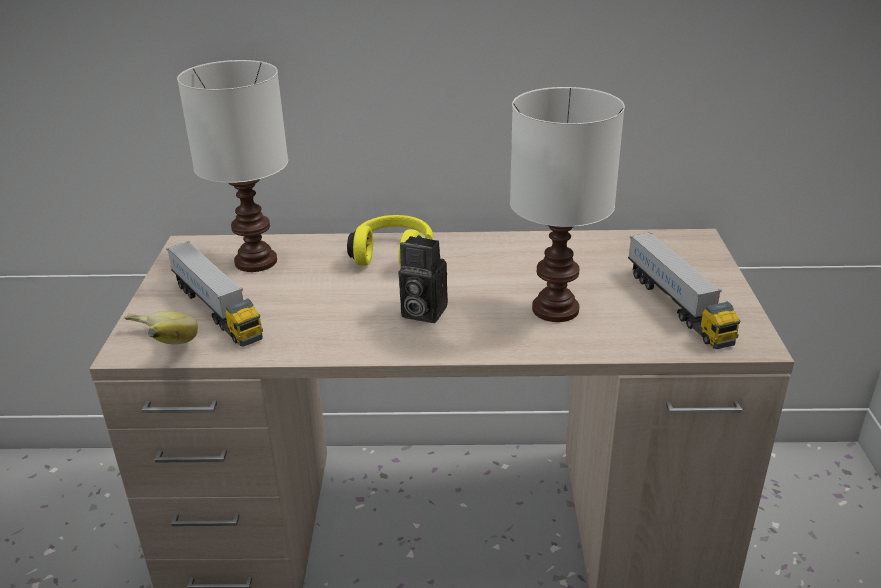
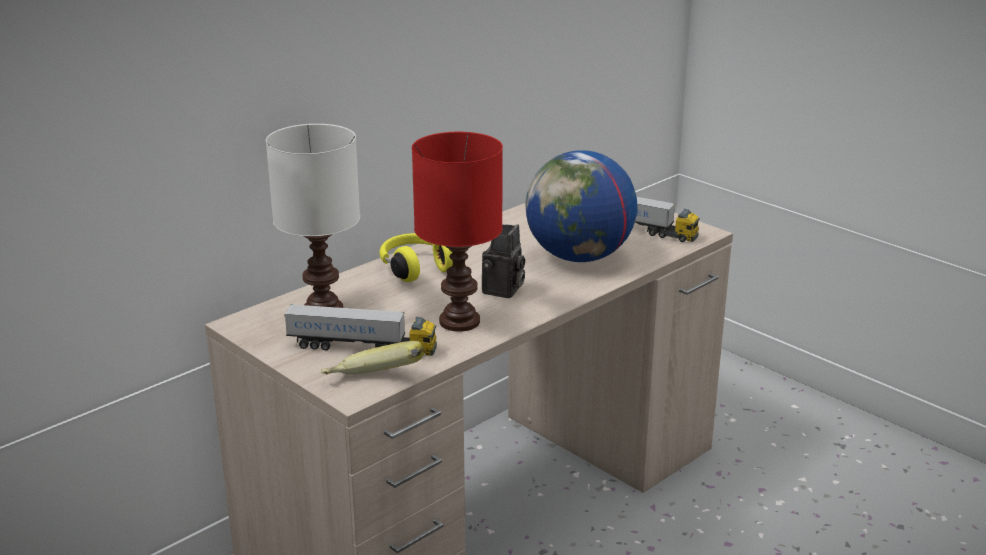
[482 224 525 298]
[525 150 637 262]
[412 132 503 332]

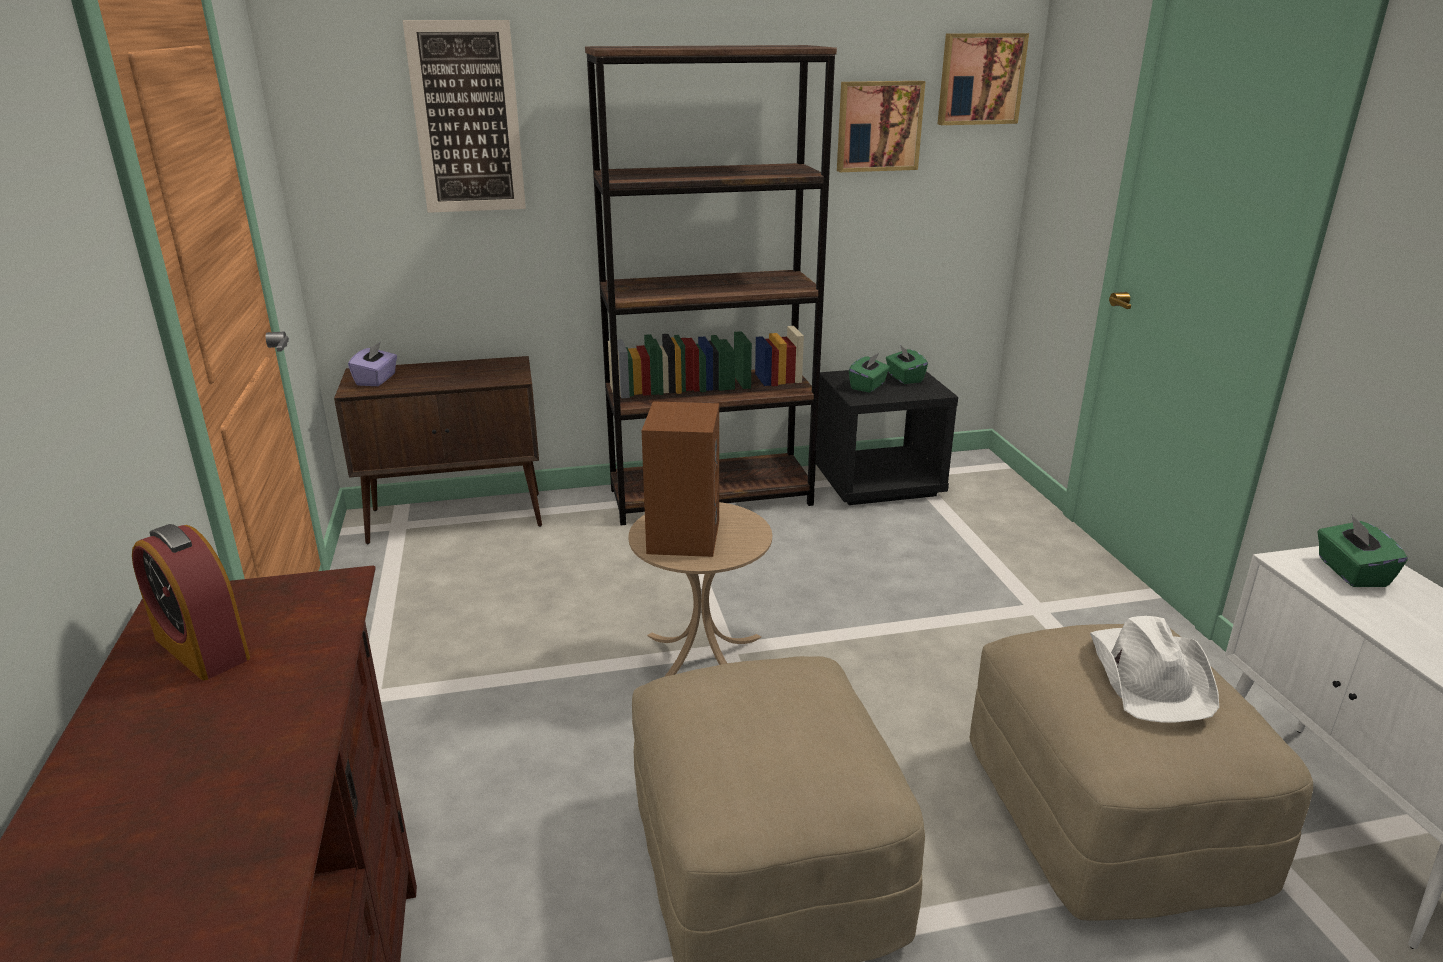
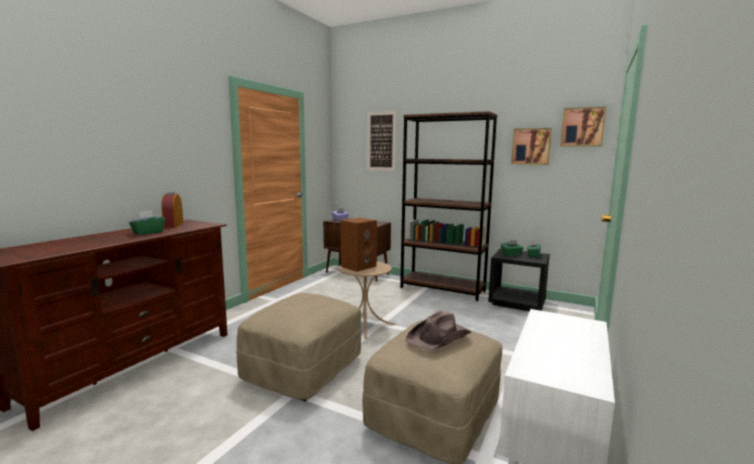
[406 311 471 350]
[129 210 165 235]

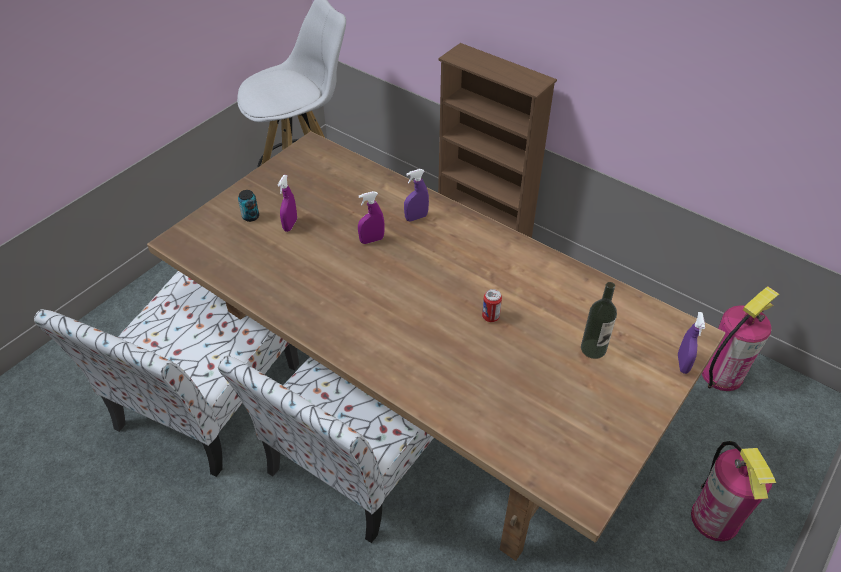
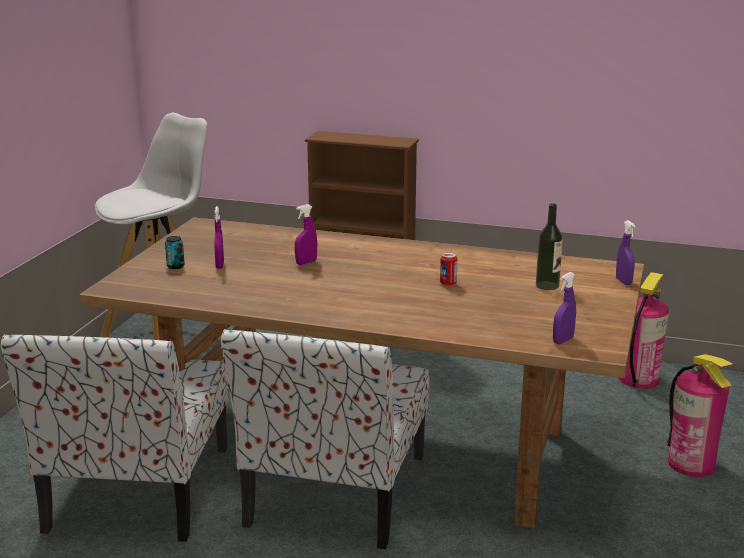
[553 272 576 344]

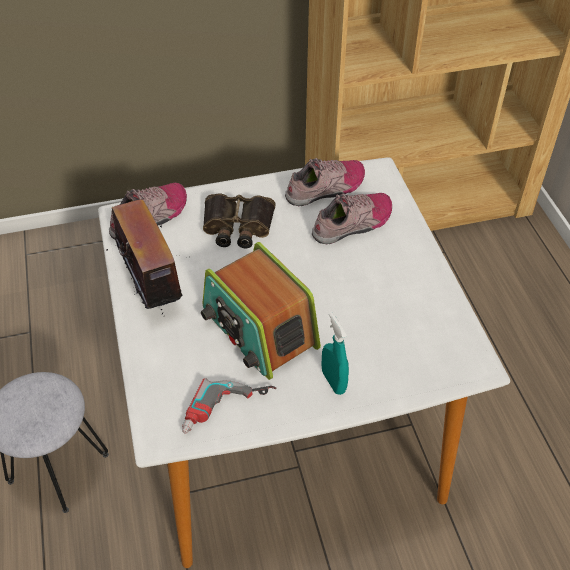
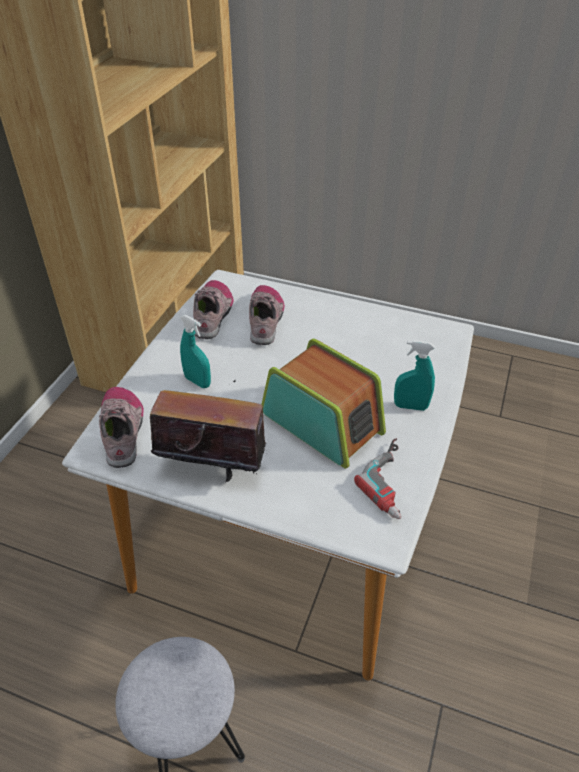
[261 338 386 469]
[180 315 211 388]

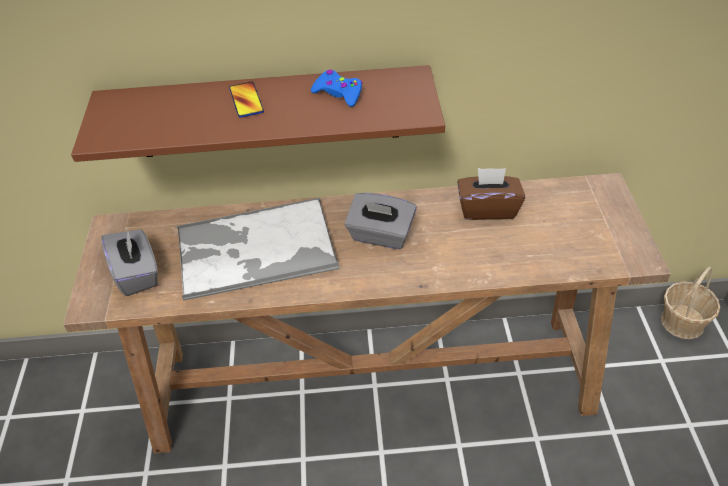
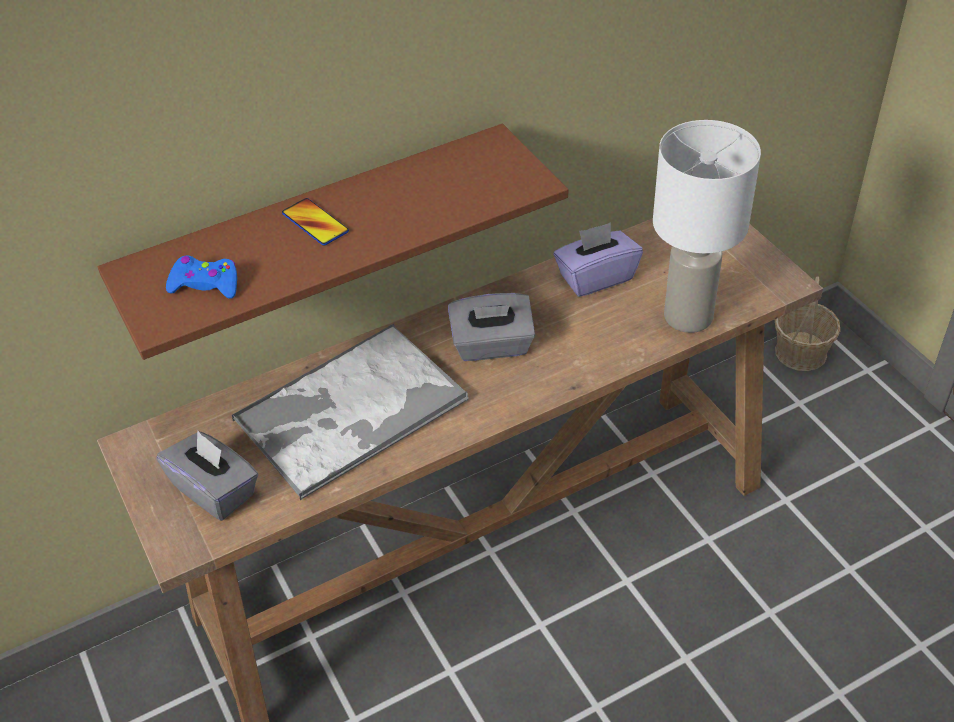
[166 256 237 298]
[554 222 643 297]
[653 120 761 333]

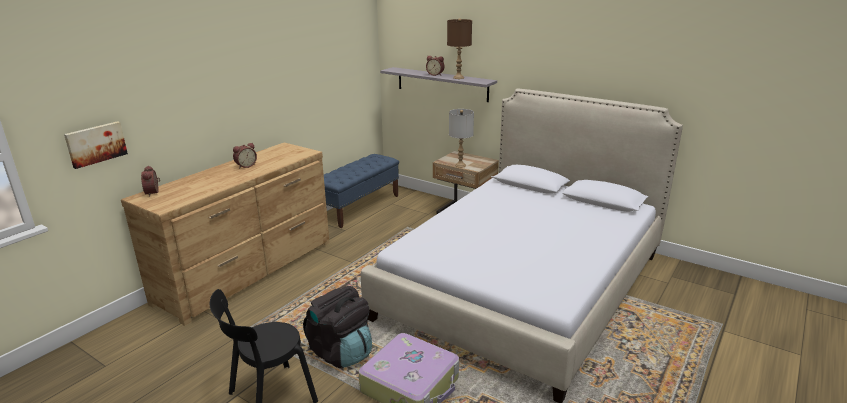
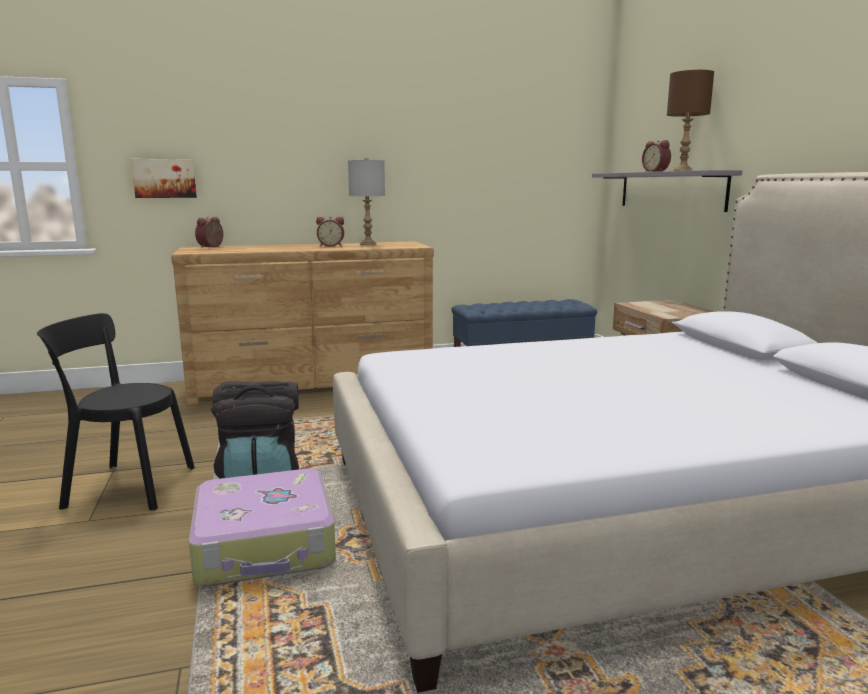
[348 157 385 245]

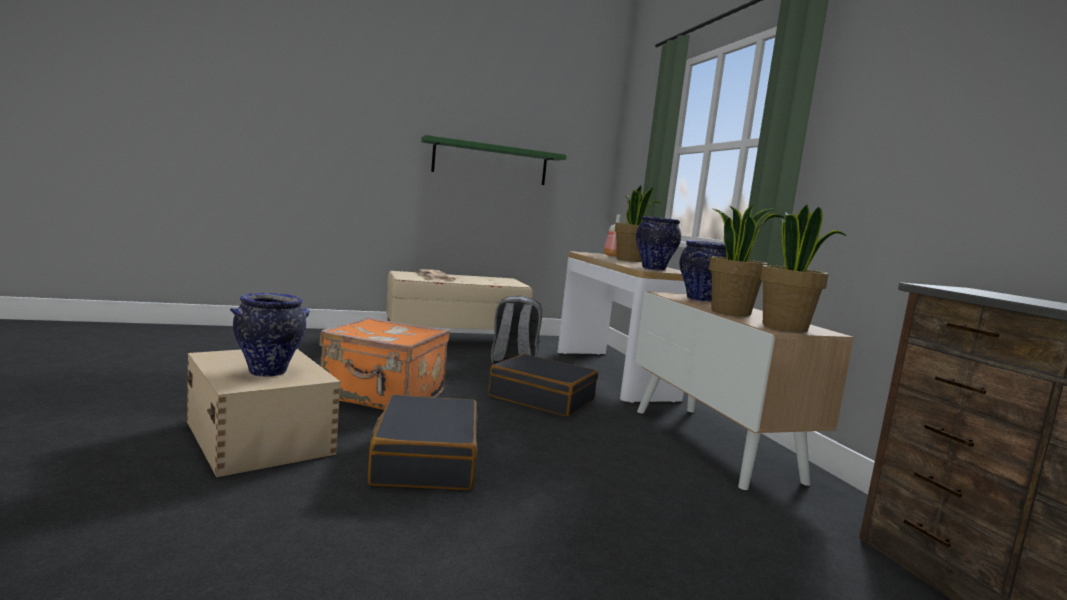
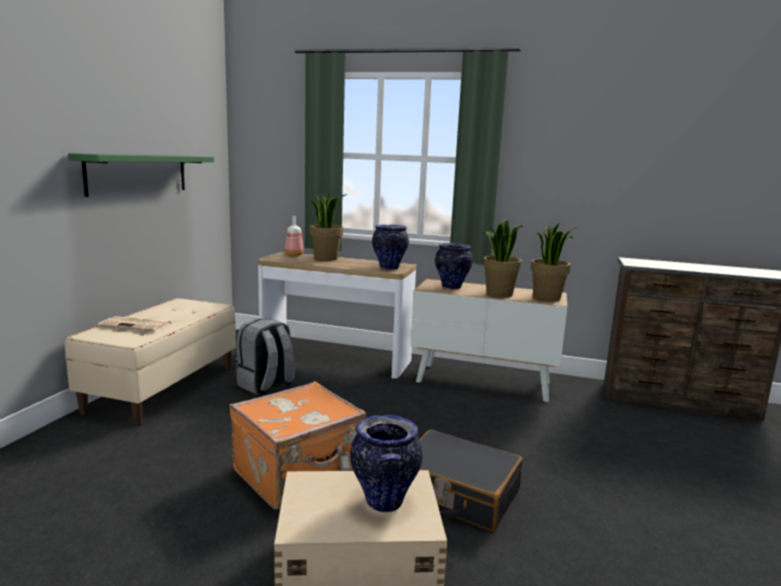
[488 354 598 416] (first image)

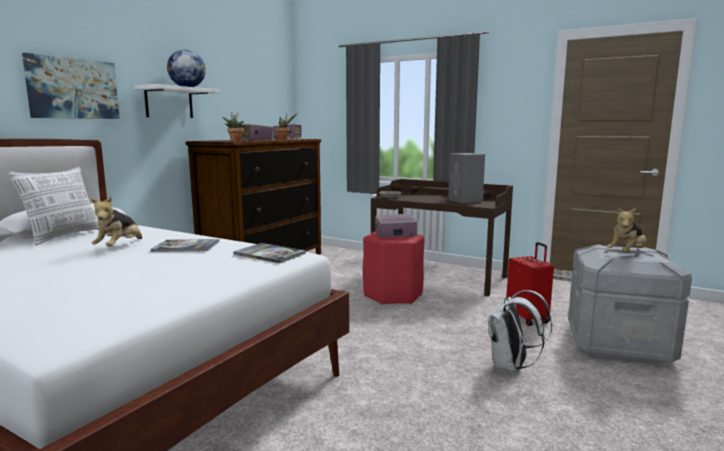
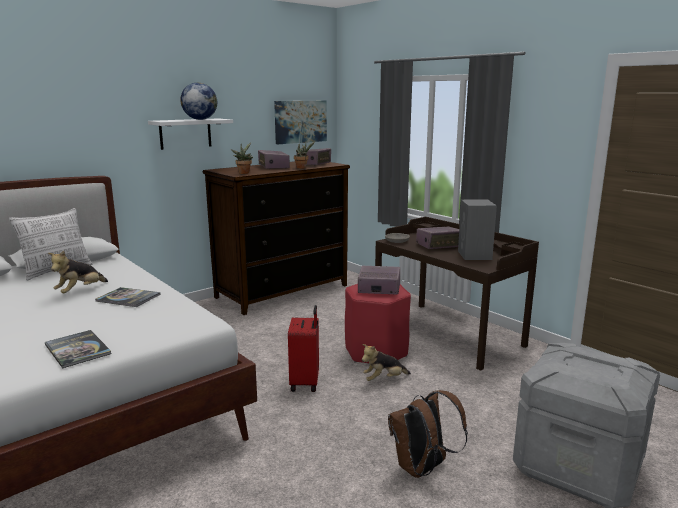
[274 101 327 144]
[45 330 111 368]
[388 390 468 478]
[288 305 319 392]
[362 344 411 381]
[416 227 459 249]

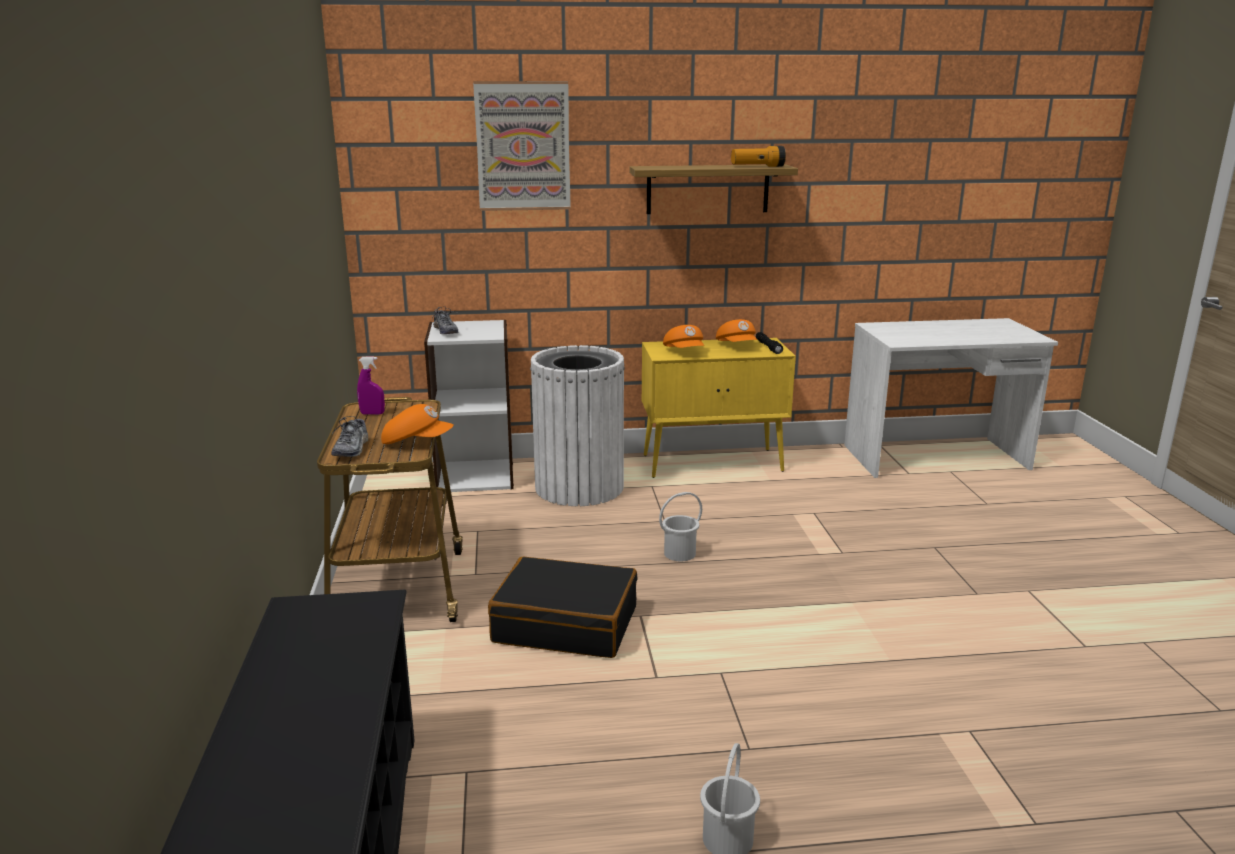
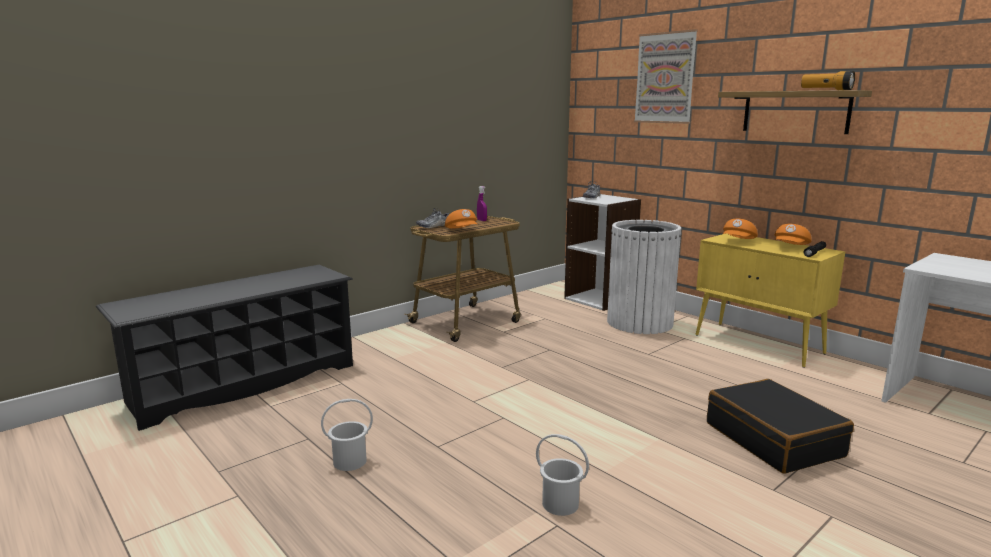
[707 379 854 473]
[536 434 589 516]

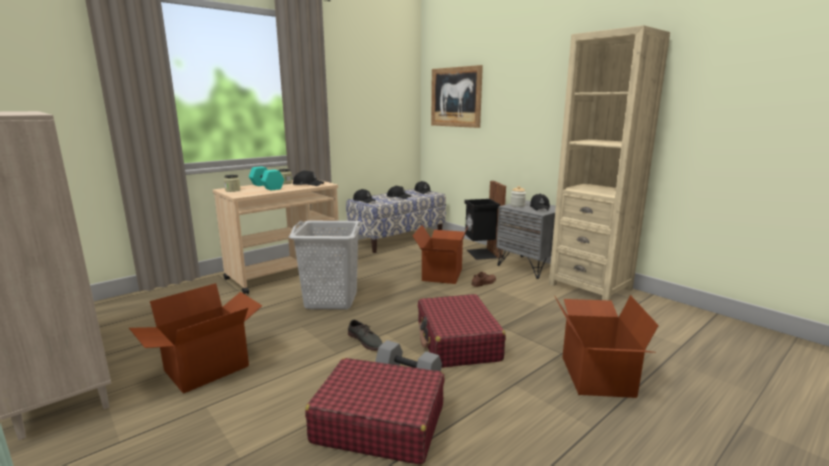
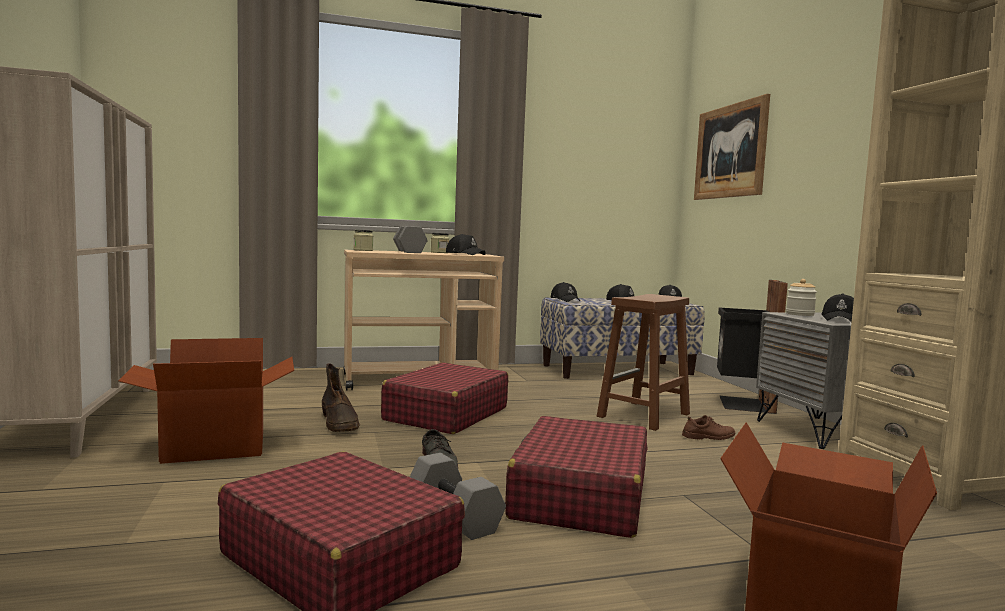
[393 226 428 253]
[381 362 508 434]
[597 294 690 431]
[322 363 360 432]

